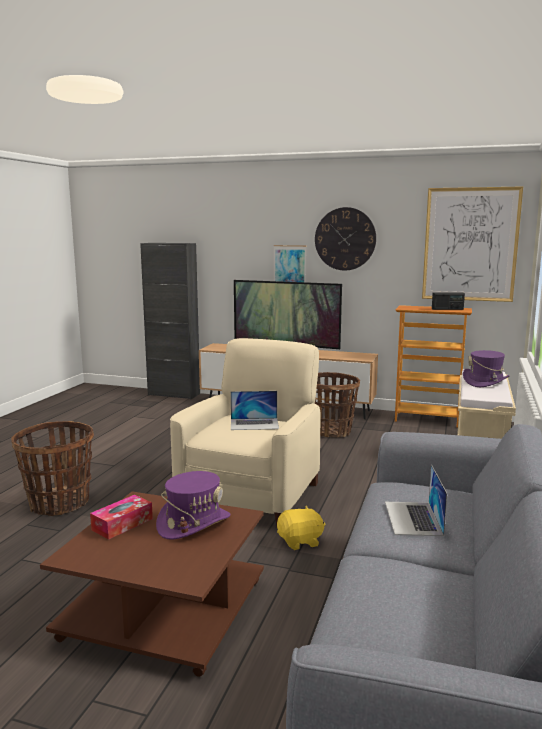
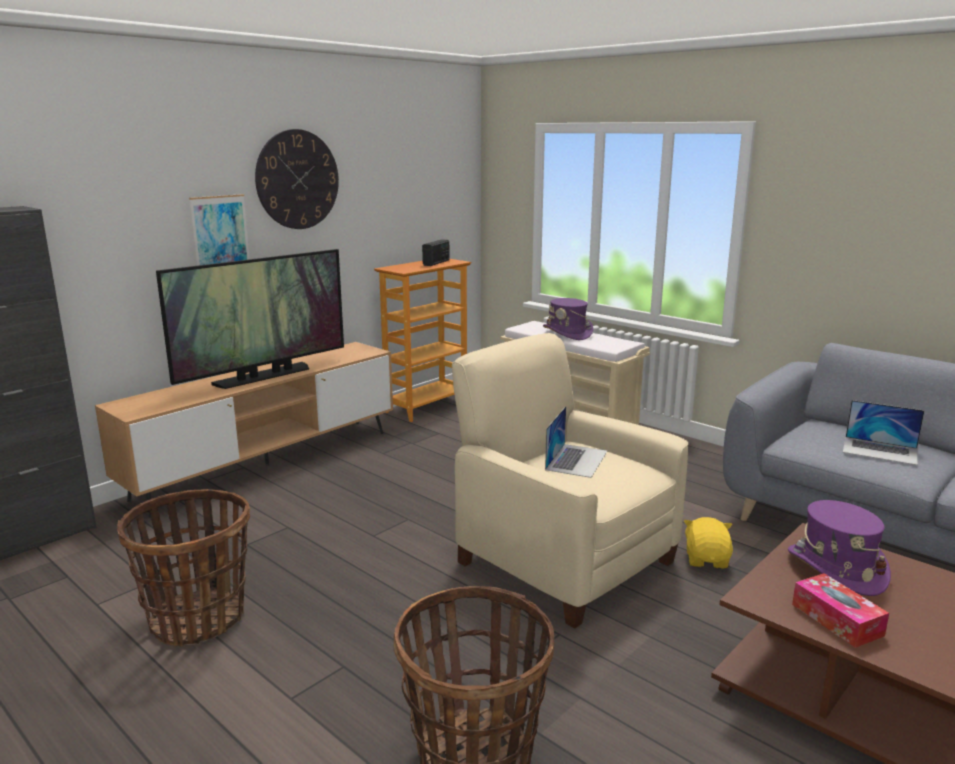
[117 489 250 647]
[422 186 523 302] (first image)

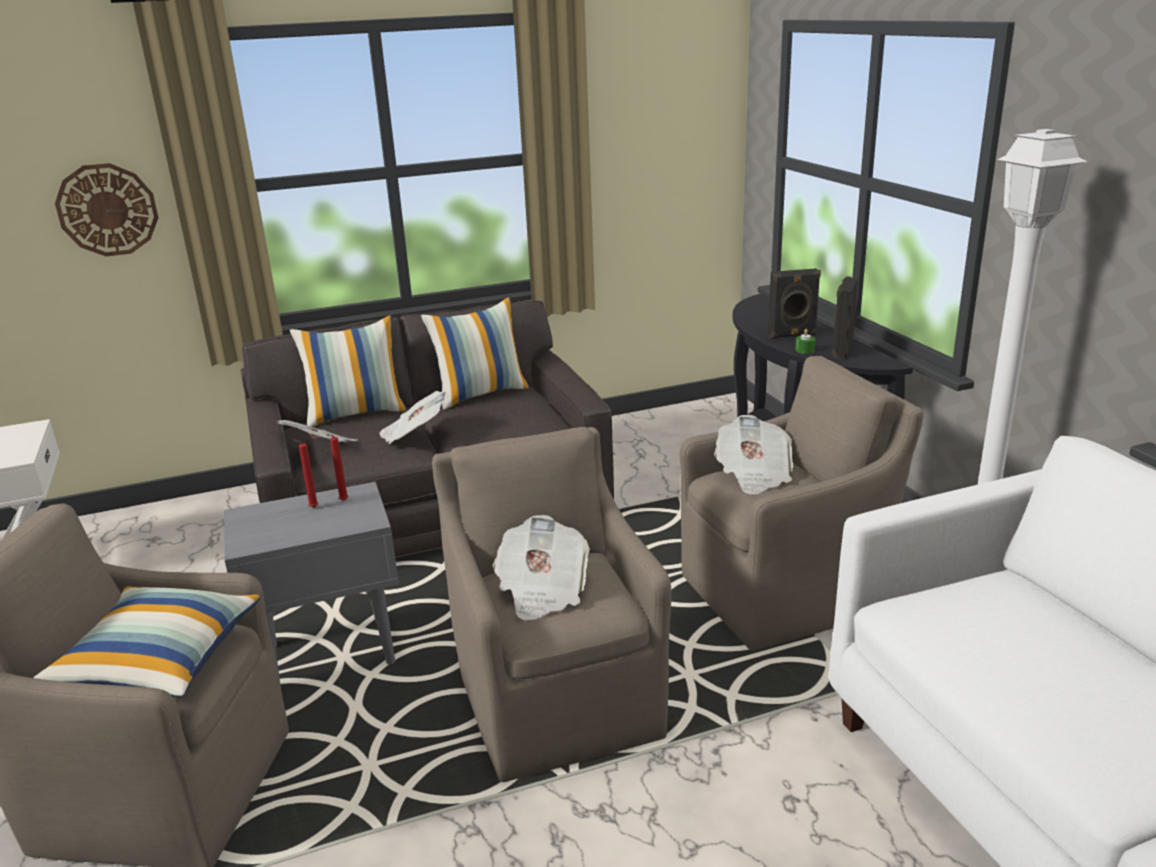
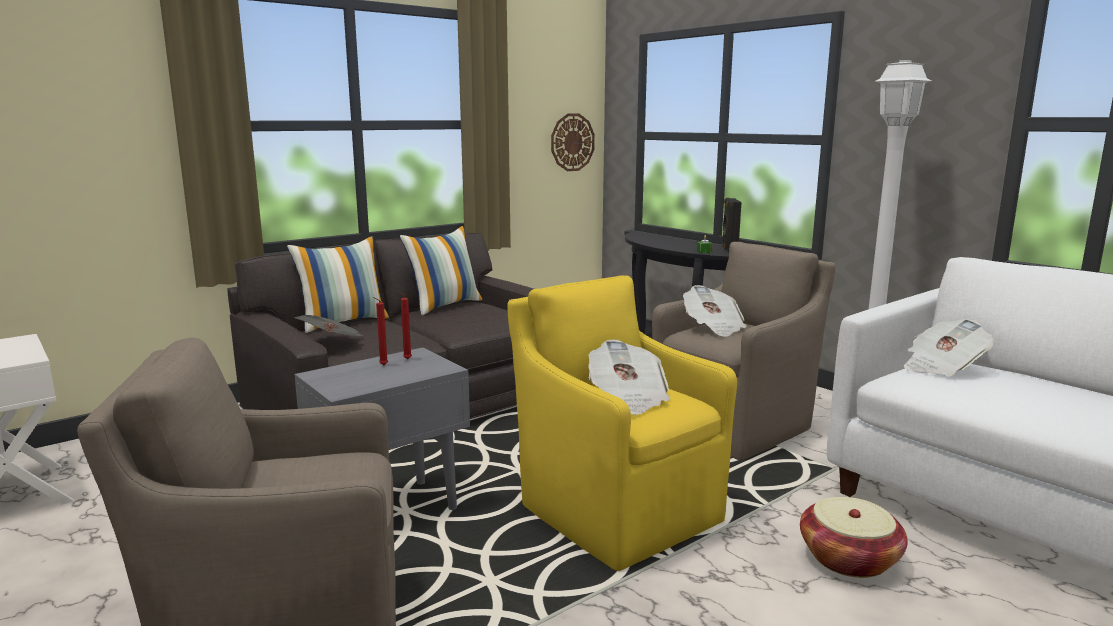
[33 586 261 697] (first image)
[551 114 595 171]
[904 319 994 376]
[507 275 737 571]
[768 268 821 338] (first image)
[800 497 908 578]

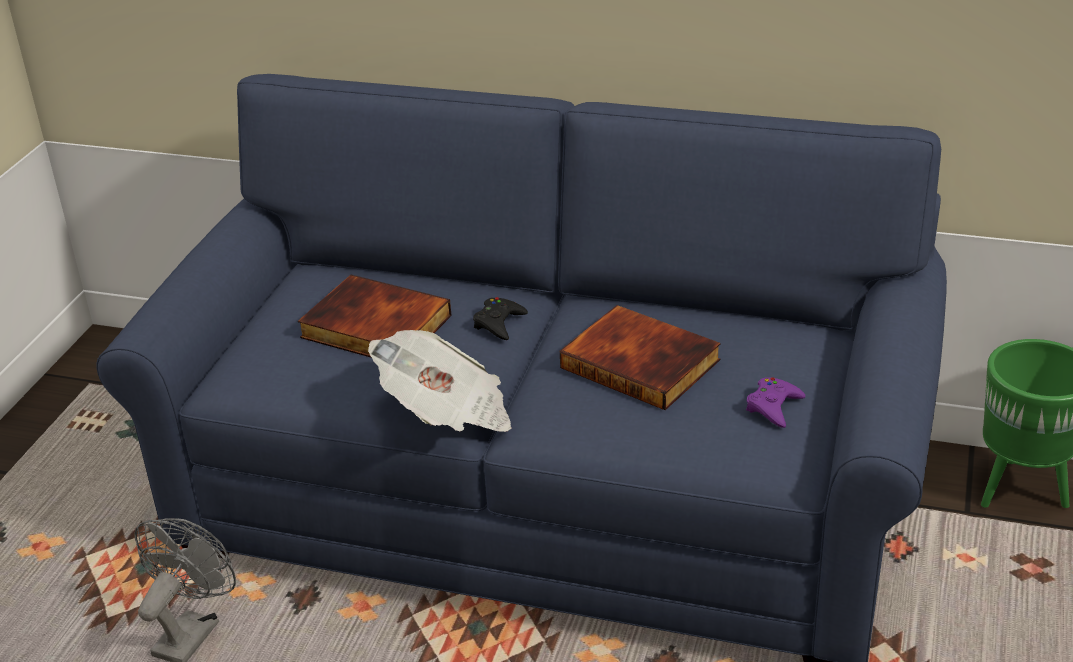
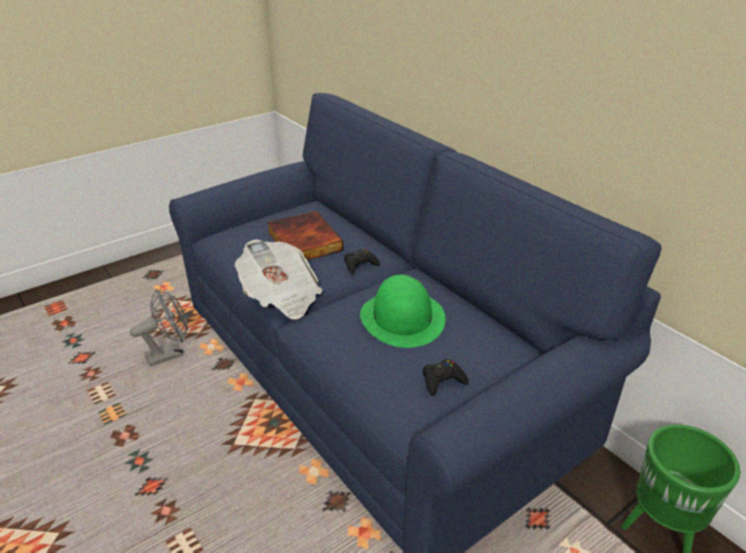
[360 275 445 348]
[423 359 469 396]

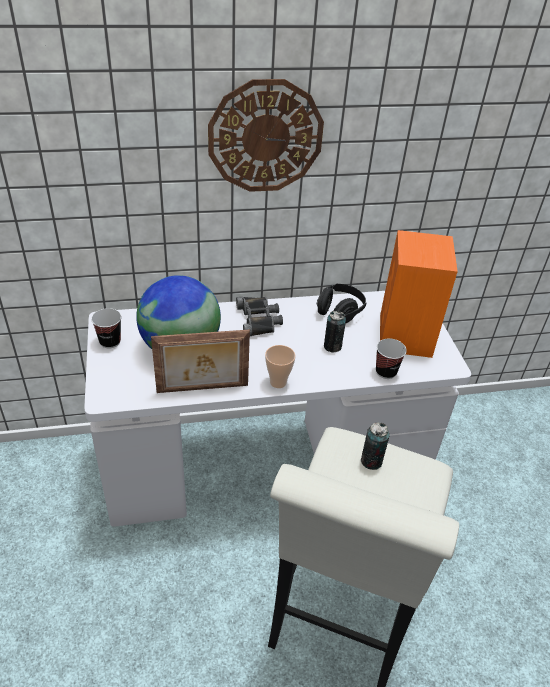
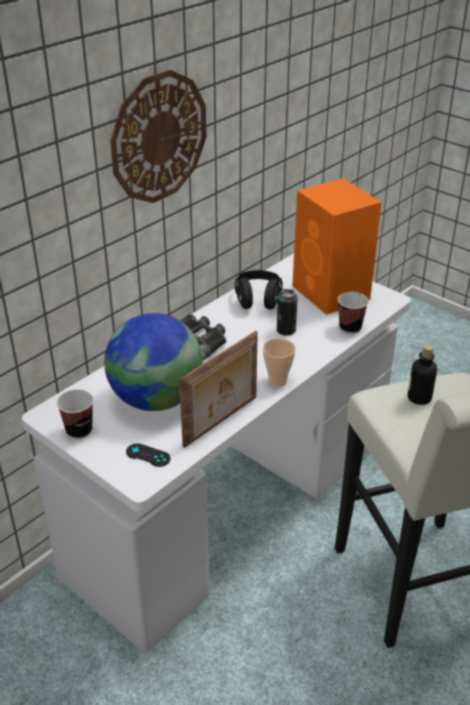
[408 344 437 405]
[126 443 170 467]

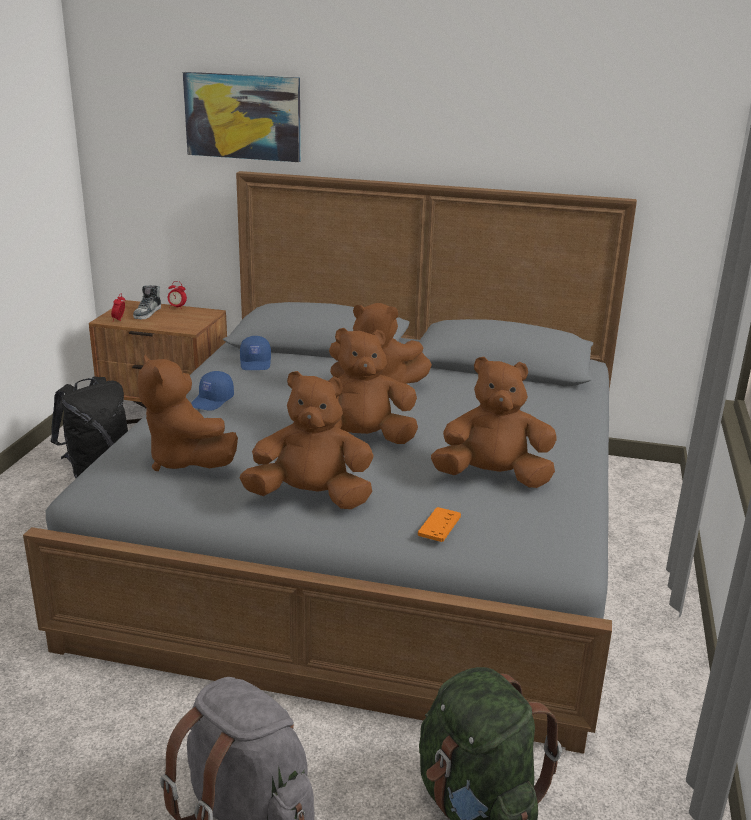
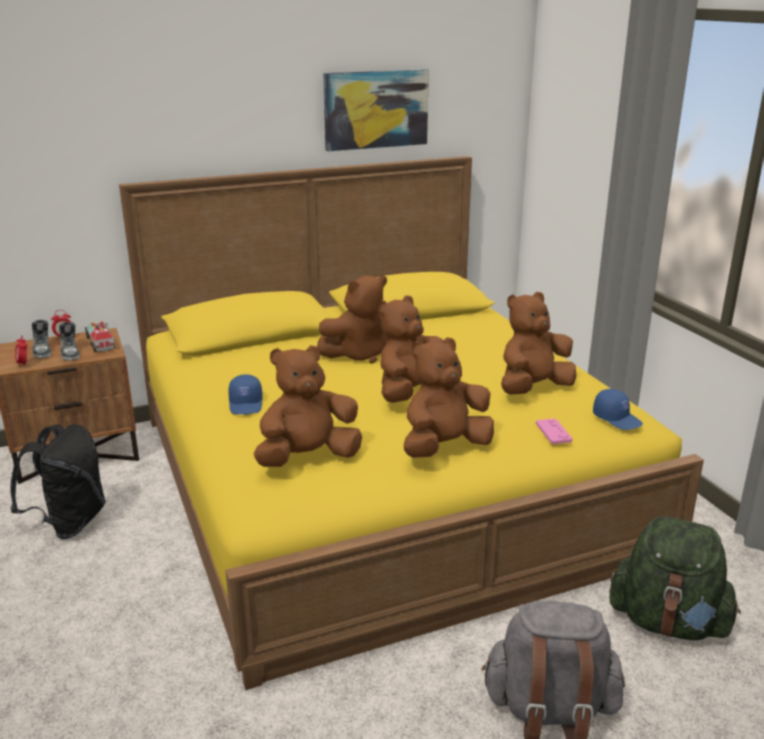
[119 156 704 690]
[253 345 362 467]
[323 69 429 151]
[593 389 643 430]
[536 418 572 444]
[59 322 80 361]
[85 321 115 352]

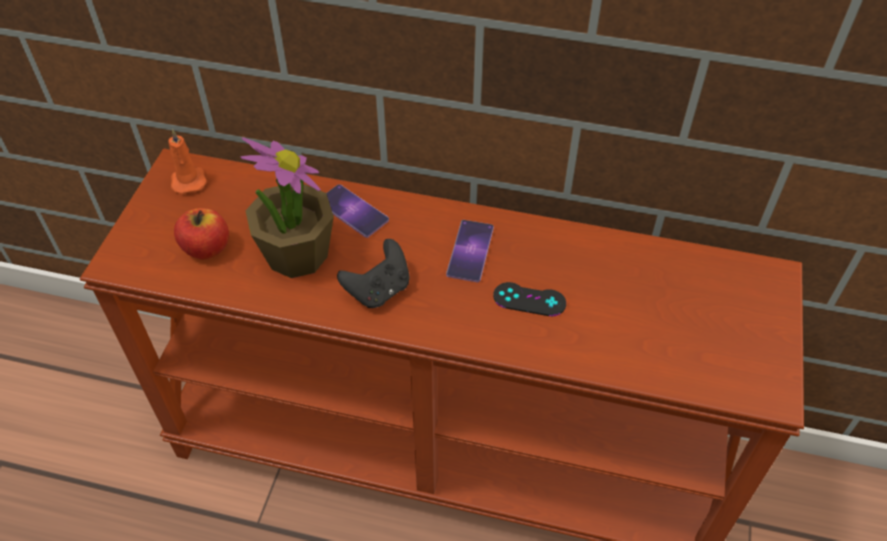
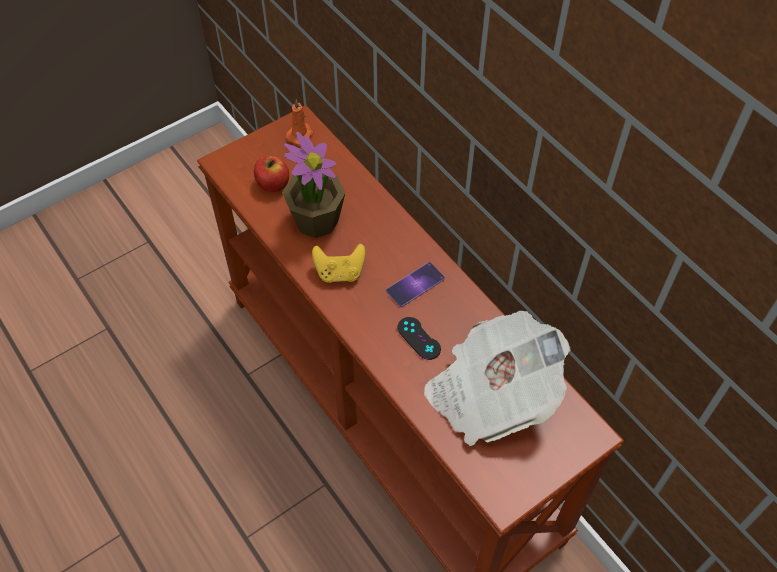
[327 184 389 238] (first image)
[312 244 366 283]
[424 311 570 446]

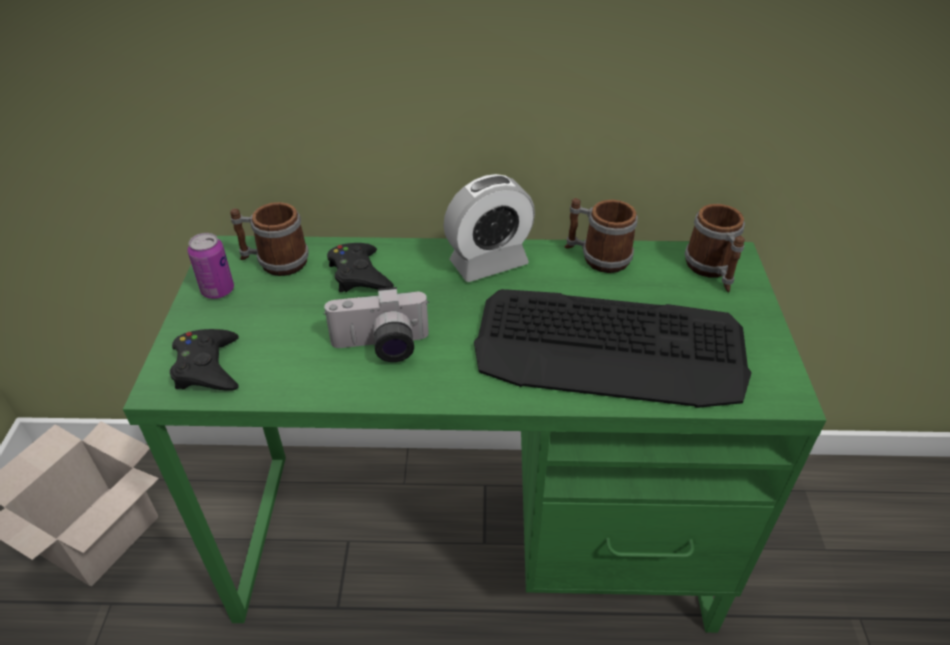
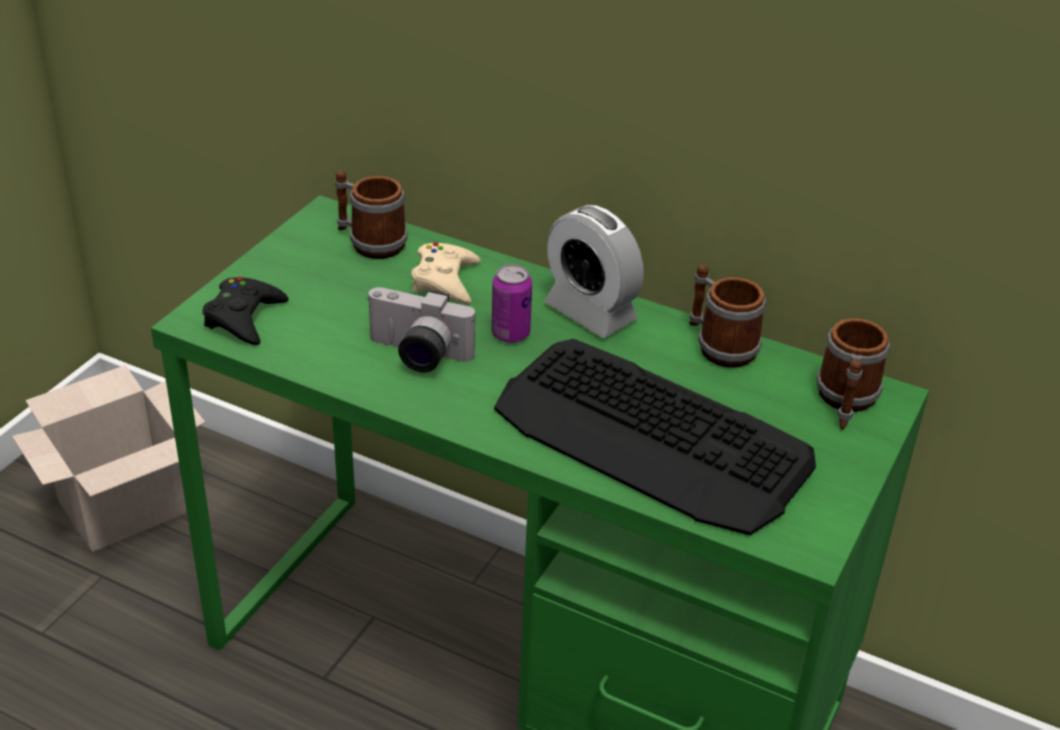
[491 264 532 343]
[411 242 481 304]
[545 205 644 338]

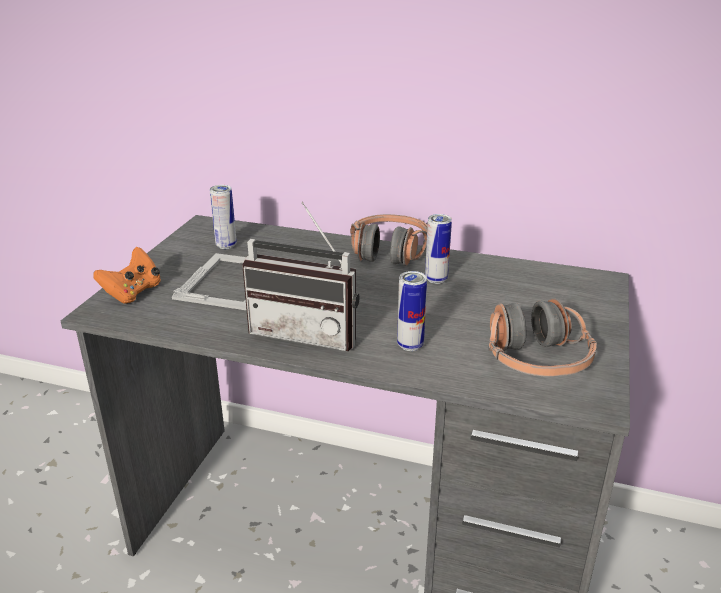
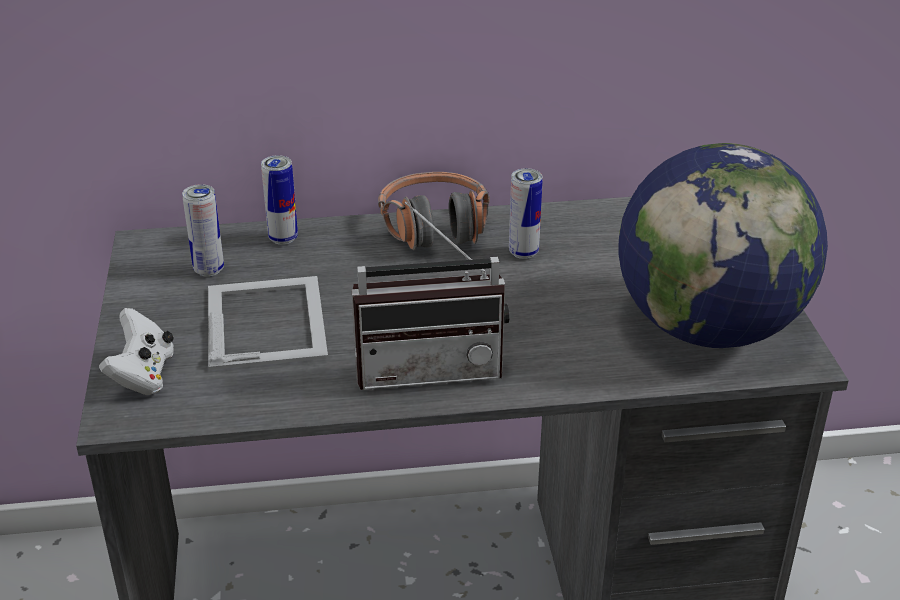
[99 308 174 395]
[261 155 298 245]
[618 143 828 348]

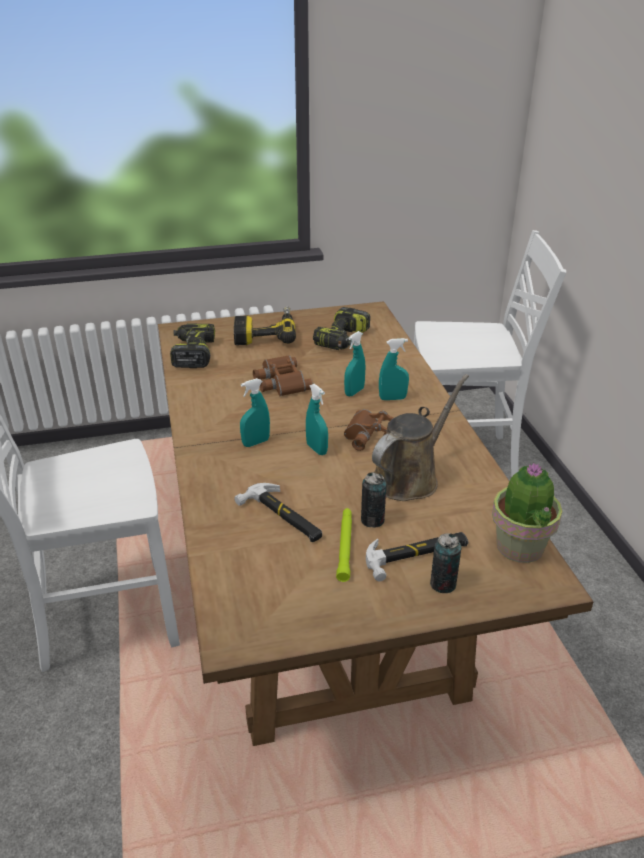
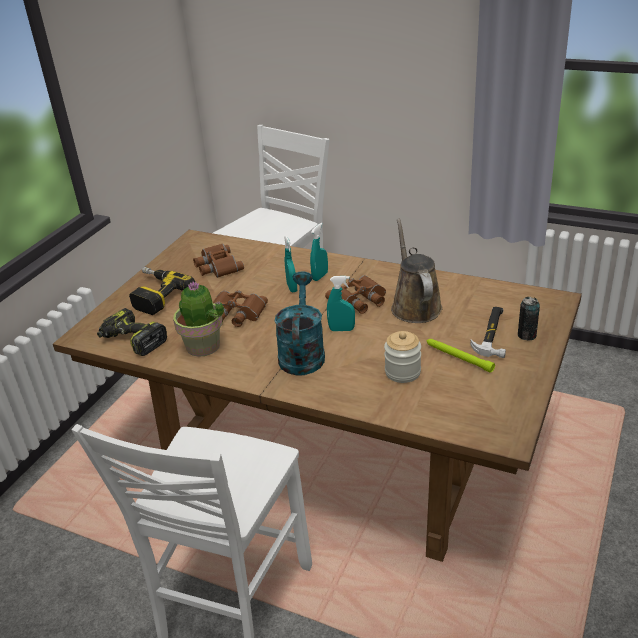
[384 331 421 383]
[275 271 325 376]
[193 243 244 278]
[361 472 386 528] (first image)
[173 282 224 357]

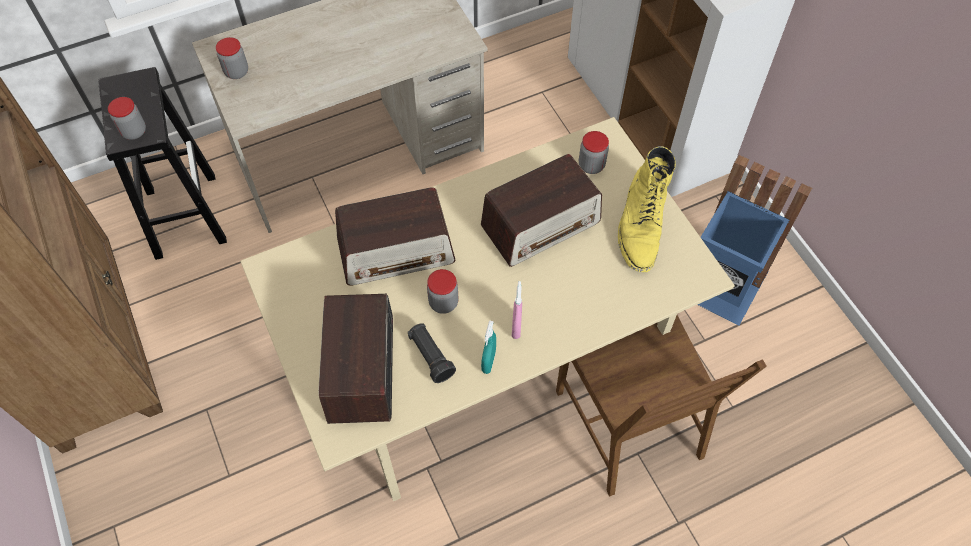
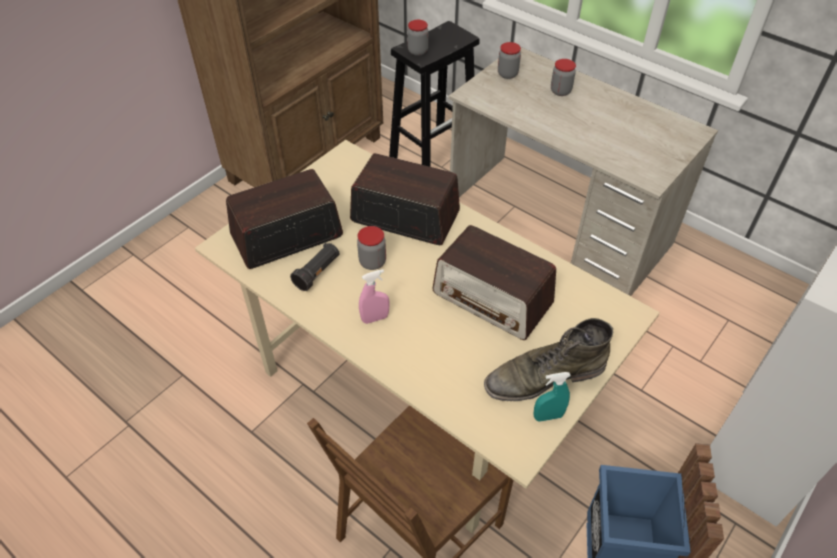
[350 153 460 245]
[533 372 570 422]
[551 59 576 96]
[484 318 614 401]

